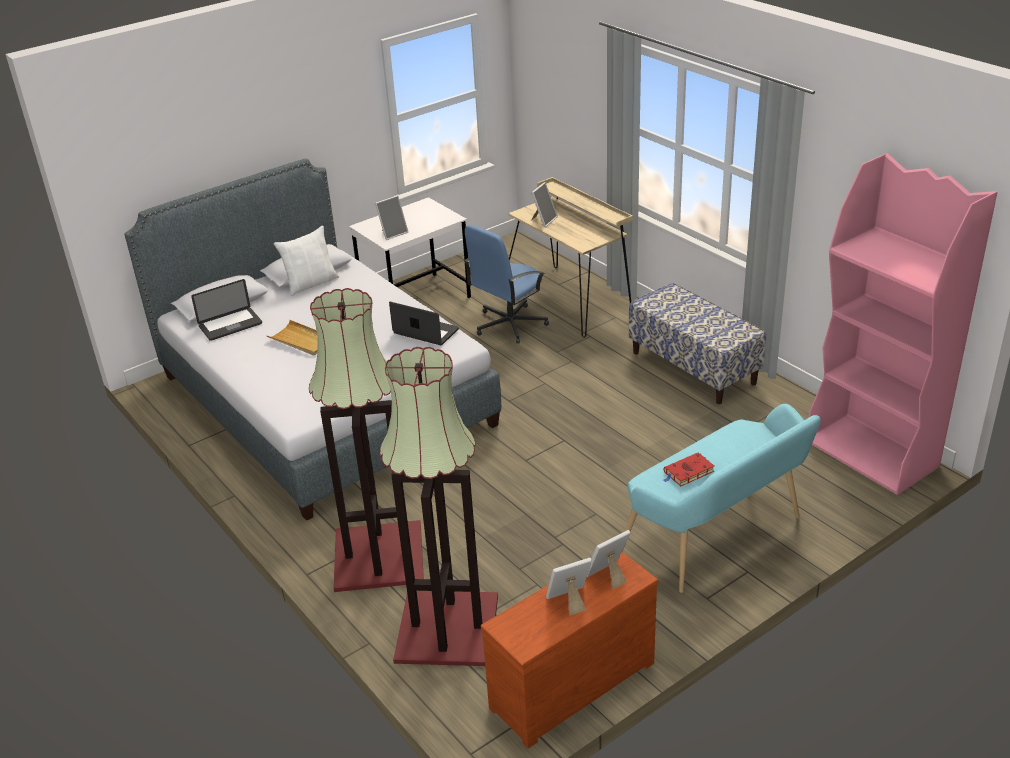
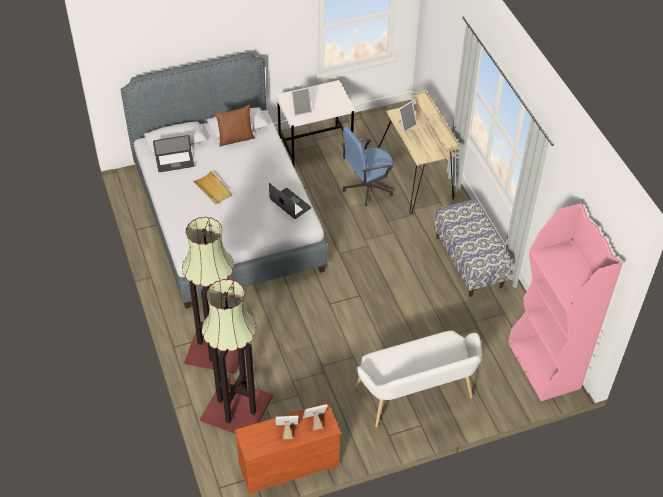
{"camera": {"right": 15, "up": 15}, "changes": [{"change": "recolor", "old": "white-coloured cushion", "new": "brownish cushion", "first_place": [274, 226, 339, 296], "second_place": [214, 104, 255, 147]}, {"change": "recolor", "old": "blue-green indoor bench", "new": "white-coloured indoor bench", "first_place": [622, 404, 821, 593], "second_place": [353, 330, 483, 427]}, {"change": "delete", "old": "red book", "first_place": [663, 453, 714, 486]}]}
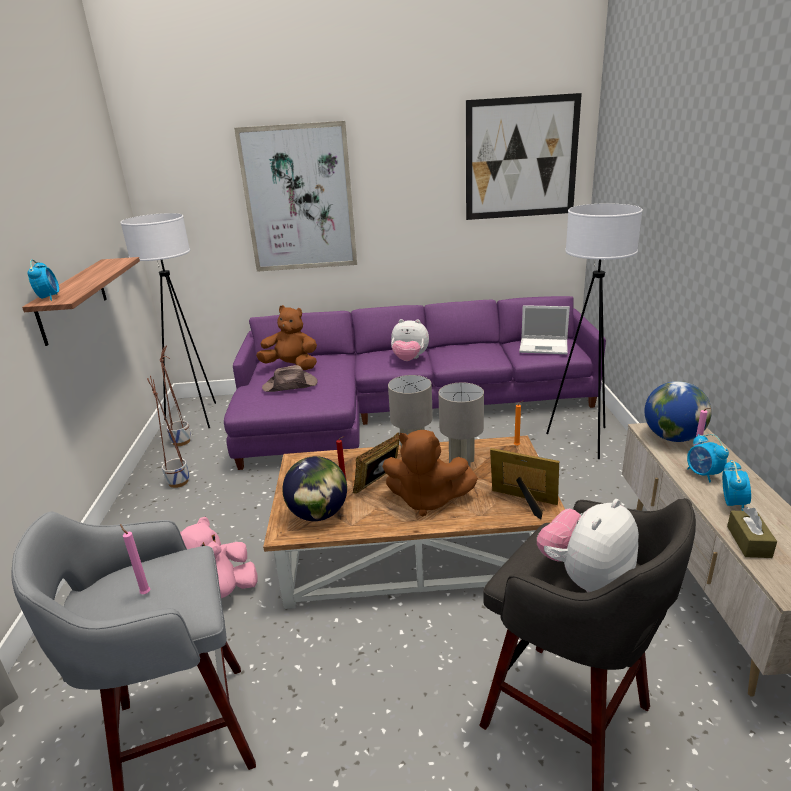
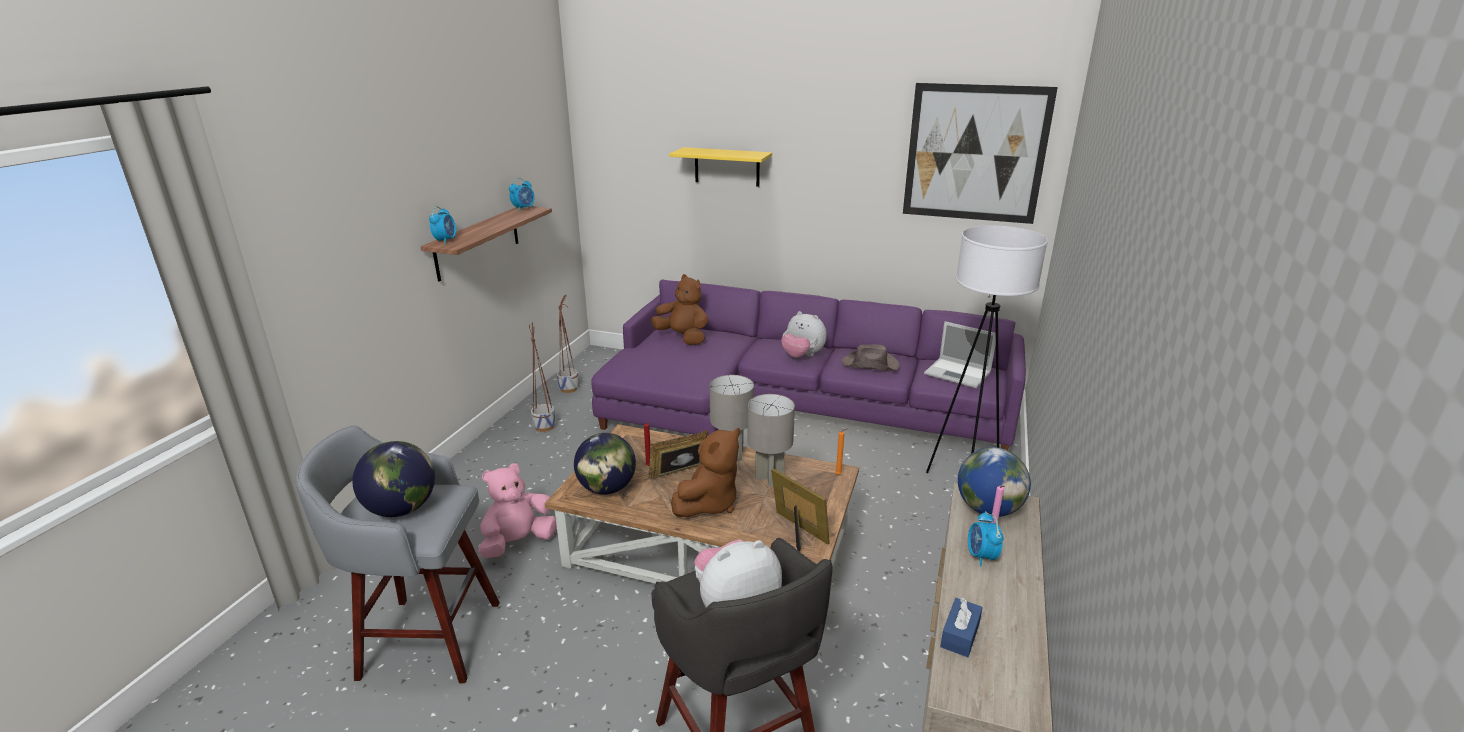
{"camera": {"right": 20, "up": 0}, "changes": [{"change": "replace", "old": "pink-coloured wax light", "new": "world globe", "first_place": [120, 524, 150, 594], "second_place": [352, 441, 435, 517]}, {"change": "move", "old": "alarm clock", "first_place": [722, 460, 751, 511], "second_place": [509, 178, 535, 211]}, {"change": "replace", "old": "picture", "new": "yellow bracket shelf", "first_place": [234, 121, 357, 272], "second_place": [669, 147, 772, 187]}, {"change": "rotate", "old": "brownish cuddly toy", "first_place": [382, 430, 478, 517], "second_place": [671, 428, 740, 517], "degrees": -90}, {"change": "move", "old": "brownish clothing hat", "first_place": [262, 365, 318, 392], "second_place": [841, 345, 900, 371]}, {"change": "recolor", "old": "brownish box of tissues", "new": "blue-coloured box of tissues", "first_place": [727, 507, 777, 558], "second_place": [940, 598, 983, 657]}, {"change": "delete", "old": "white-coloured standard lamp", "first_place": [120, 213, 216, 428]}]}
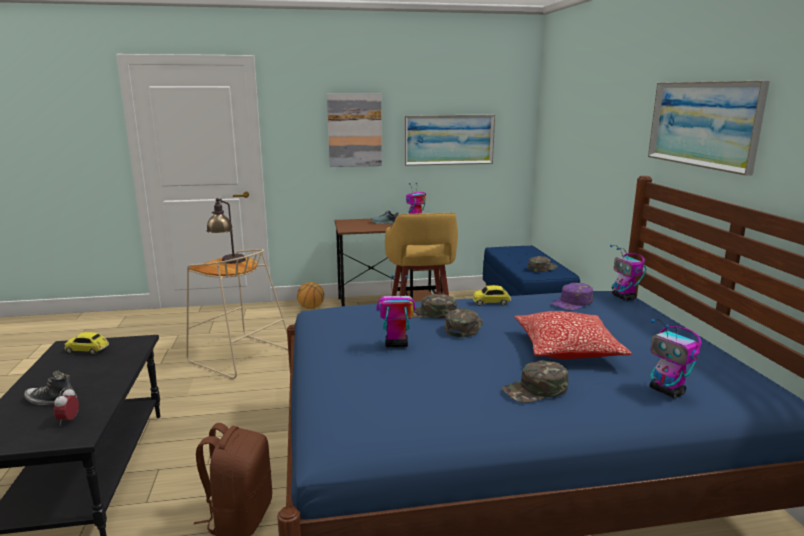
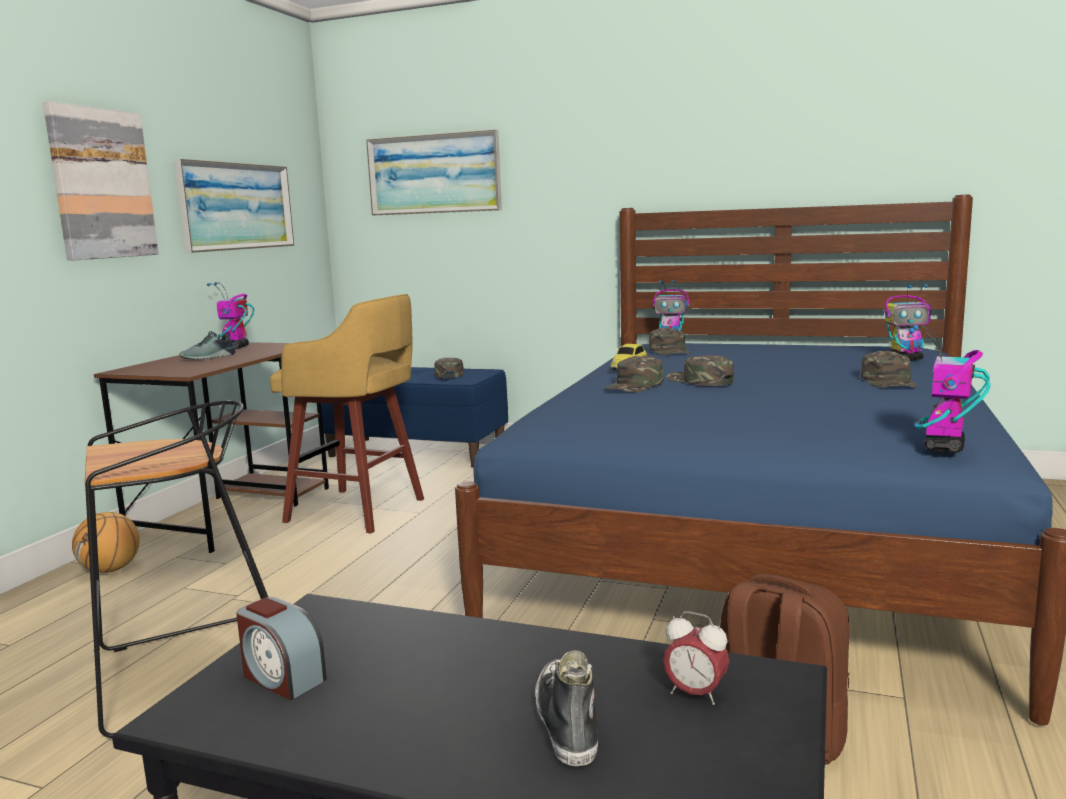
{"camera": {"right": -60, "up": -5}, "changes": [{"change": "recolor", "old": "beige stool", "new": "blackish stool", "first_place": [186, 249, 288, 380], "second_place": [85, 400, 268, 738]}, {"change": "replace", "old": "miniature car", "new": "alarm clock", "first_place": [64, 332, 109, 355], "second_place": [236, 597, 327, 700]}, {"change": "move", "old": "picture", "first_place": [648, 81, 770, 176], "second_place": [366, 130, 502, 215]}, {"change": "rotate", "old": "low shoe", "first_place": [24, 370, 77, 405], "second_place": [535, 650, 598, 766], "degrees": 135}, {"change": "recolor", "old": "purple baseball cap", "new": "greenish baseball cap", "first_place": [550, 283, 593, 310], "second_place": [649, 328, 691, 355]}, {"change": "move", "old": "model robot", "first_place": [376, 275, 416, 347], "second_place": [909, 325, 991, 453]}, {"change": "delete", "old": "lamp for a table", "first_place": [207, 198, 246, 264]}, {"change": "delete", "old": "cushion", "first_place": [515, 311, 632, 359]}]}
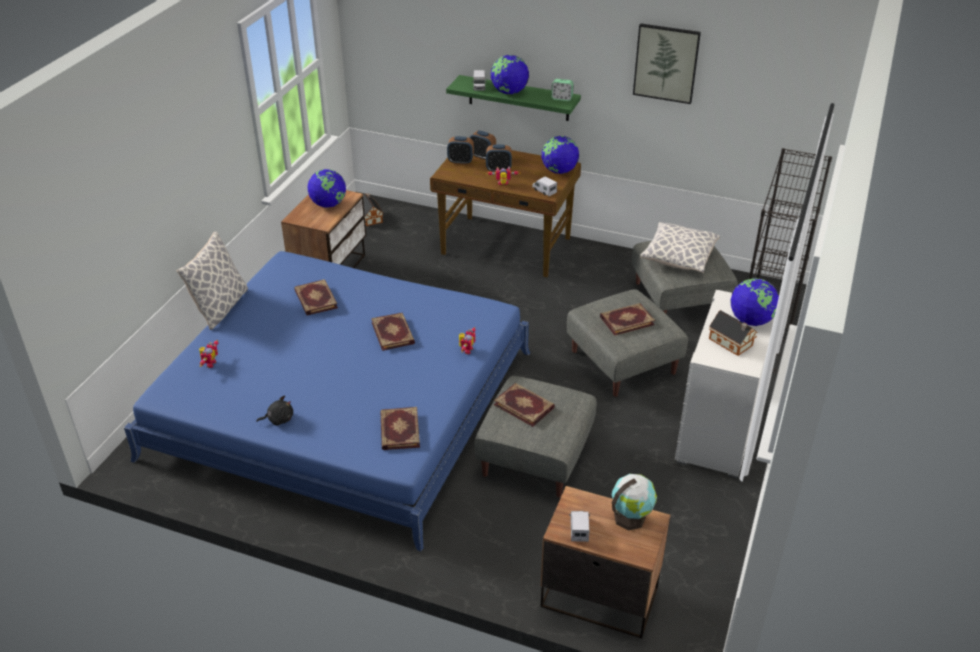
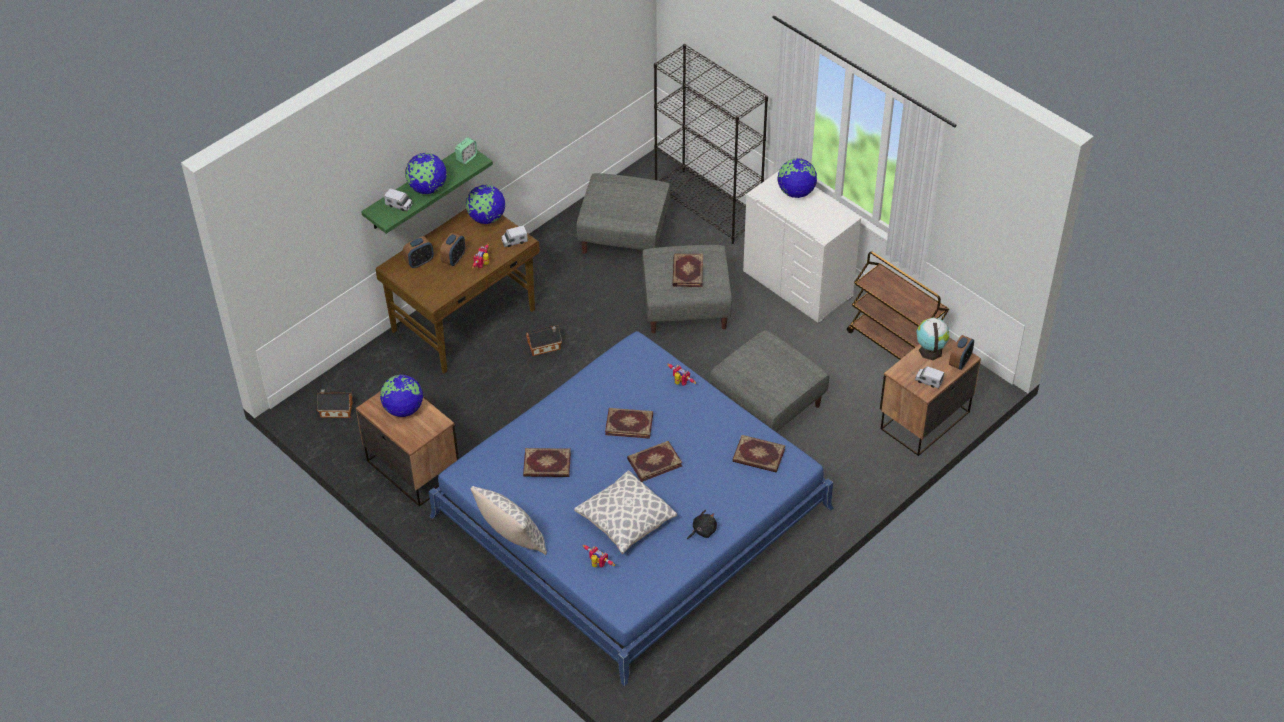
{"camera": {"right": -65, "up": 10}, "changes": [{"change": "move", "old": "toy house", "first_place": [709, 310, 758, 356], "second_place": [526, 325, 562, 356]}, {"change": "move", "old": "cushion", "first_place": [640, 222, 720, 273], "second_place": [574, 470, 677, 554]}, {"change": "move", "old": "book", "first_place": [494, 383, 555, 427], "second_place": [627, 441, 682, 482]}, {"change": "rotate", "old": "blackish cuddly toy", "first_place": [256, 396, 293, 426], "second_place": [687, 510, 717, 539], "degrees": 45}, {"change": "insert", "new": "brownish wheeled cart", "second_place": [847, 251, 949, 360]}, {"change": "move", "old": "alarm clock", "first_place": [447, 136, 474, 164], "second_place": [949, 335, 974, 370]}, {"change": "delete", "old": "picture", "first_place": [633, 23, 701, 104]}]}
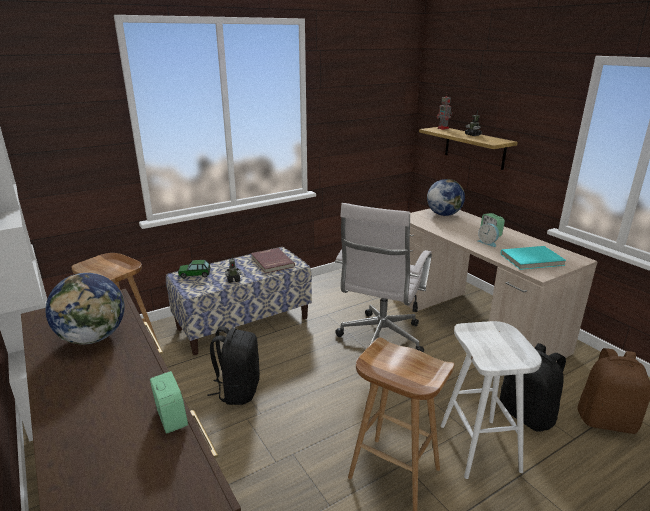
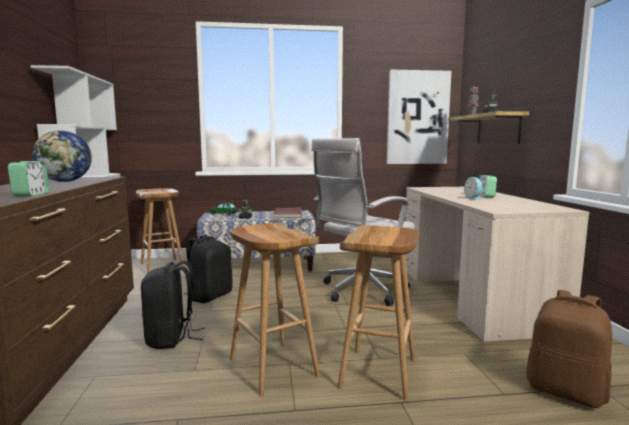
{"camera": {"right": 25, "up": -15}, "changes": [{"change": "move", "old": "blackish backpack", "first_place": [500, 343, 566, 432], "second_place": [141, 260, 205, 349]}, {"change": "recolor", "old": "white-coloured stool", "new": "brownish stool", "first_place": [441, 321, 542, 479], "second_place": [338, 225, 419, 401]}, {"change": "insert", "new": "picture", "second_place": [387, 70, 451, 164]}, {"change": "delete", "old": "world globe", "first_place": [427, 179, 465, 216]}, {"change": "delete", "old": "blue-green book", "first_place": [501, 246, 566, 270]}]}
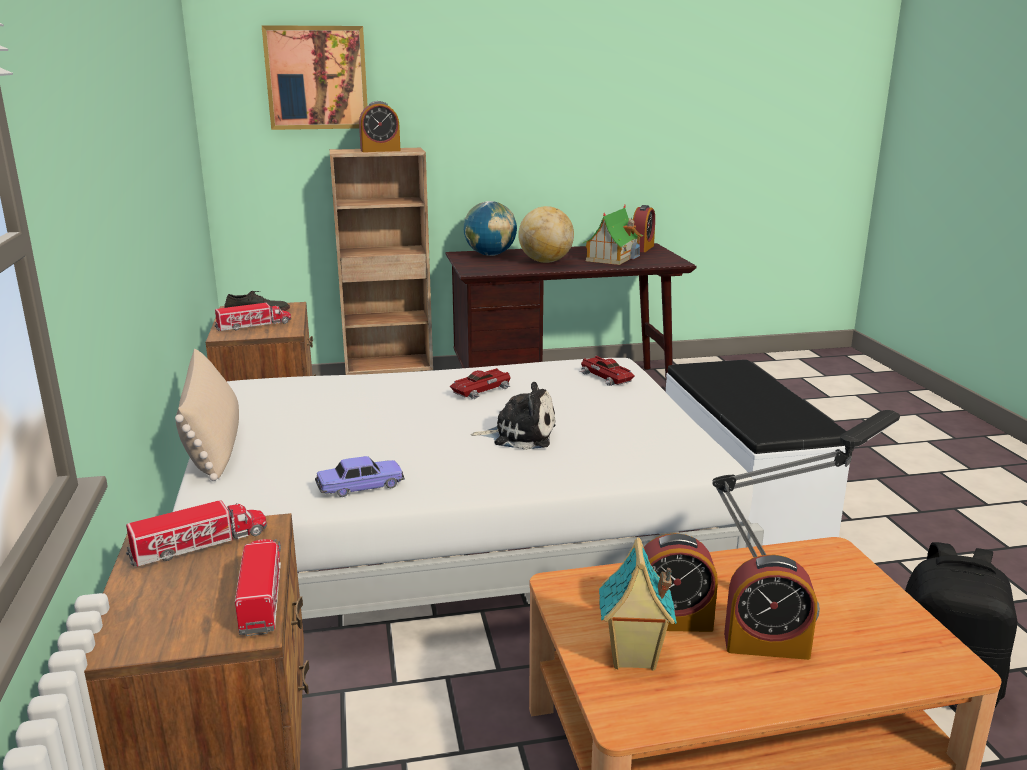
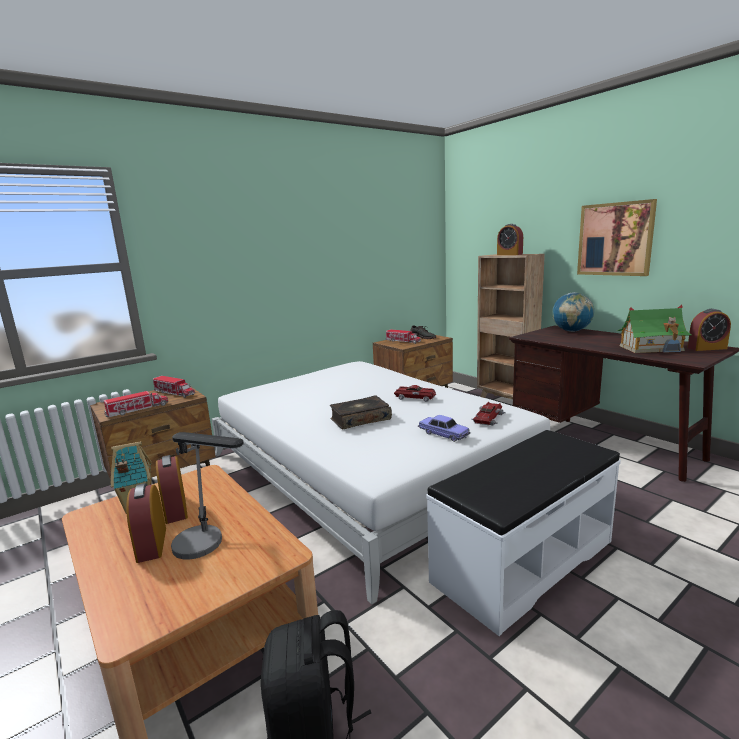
{"camera": {"right": 65, "up": -5}, "changes": [{"change": "replace", "old": "cuddly toy", "new": "book", "first_place": [471, 382, 556, 450], "second_place": [330, 395, 392, 430]}, {"change": "move", "old": "miniature car", "first_place": [315, 456, 405, 497], "second_place": [418, 415, 471, 442]}, {"change": "move", "old": "picture", "first_place": [262, 25, 368, 130], "second_place": [577, 199, 657, 276]}, {"change": "delete", "old": "beige cushion", "first_place": [175, 349, 239, 481]}, {"change": "delete", "old": "world globe", "first_place": [518, 206, 574, 263]}]}
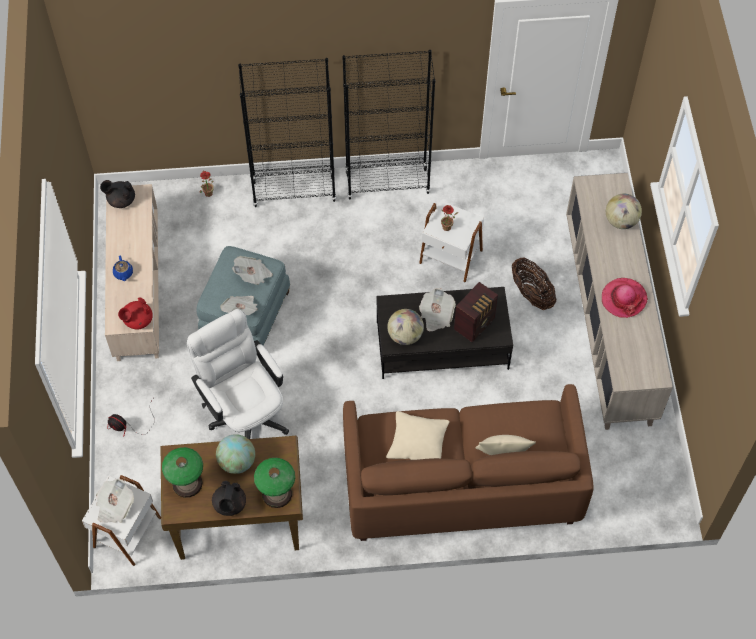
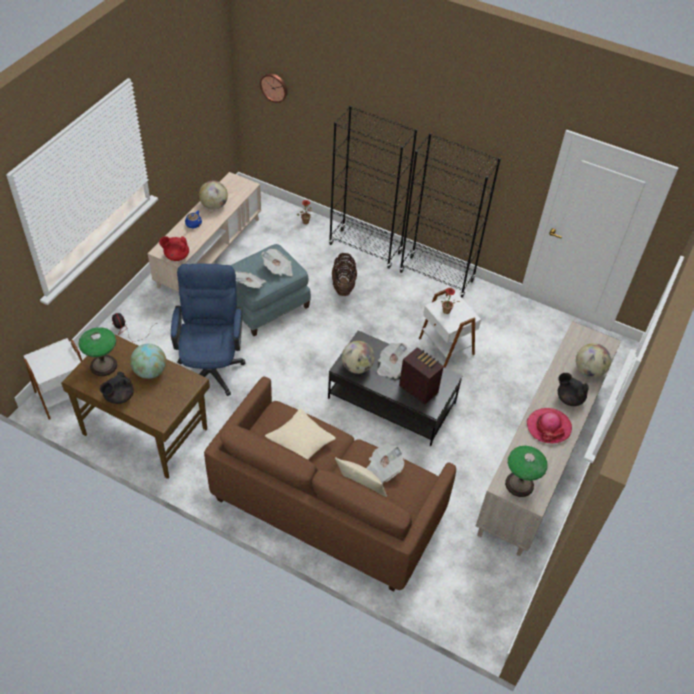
{"camera": {"right": 30, "up": -10}, "changes": [{"change": "recolor", "old": "white-coloured desk chair", "new": "blue-coloured desk chair", "first_place": [187, 309, 289, 439], "second_place": [171, 264, 246, 396]}, {"change": "insert", "new": "world globe", "second_place": [199, 181, 228, 210]}, {"change": "insert", "new": "wall clock", "second_place": [260, 73, 288, 103]}, {"change": "move", "old": "household basket", "first_place": [512, 258, 557, 310], "second_place": [332, 253, 357, 296]}, {"change": "move", "old": "daily paper", "first_place": [96, 479, 134, 523], "second_place": [366, 443, 404, 484]}, {"change": "rotate", "old": "radio set", "first_place": [454, 282, 498, 342], "second_place": [399, 347, 444, 405], "degrees": -120}, {"change": "move", "old": "lamp for a table", "first_place": [254, 458, 295, 508], "second_place": [505, 446, 547, 497]}, {"change": "move", "old": "blackish pot for tea", "first_place": [100, 180, 135, 208], "second_place": [558, 373, 589, 406]}]}
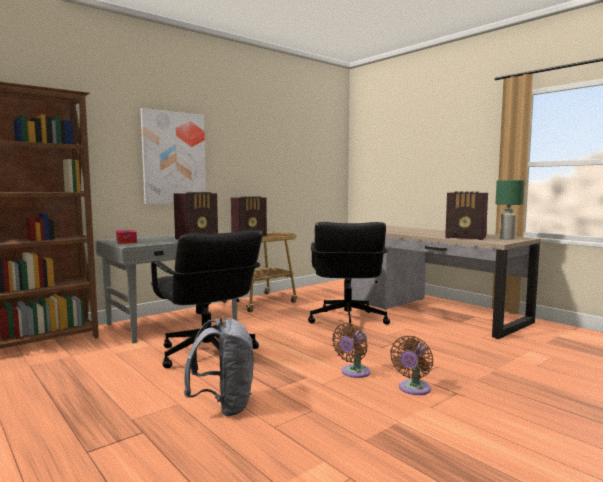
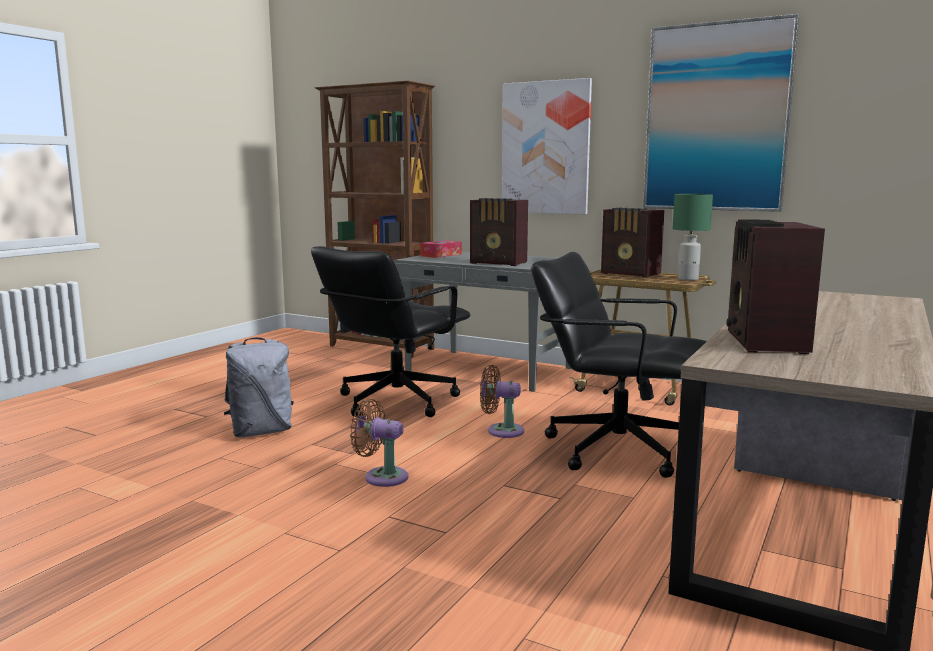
{"camera": {"right": 70, "up": 5}, "changes": [{"change": "move", "old": "brownish fan", "first_place": [390, 336, 433, 395], "second_place": [480, 365, 524, 438]}, {"change": "rotate", "old": "blackish desk chair", "first_place": [308, 222, 390, 326], "second_place": [531, 252, 707, 478], "degrees": 45}, {"change": "insert", "new": "picture", "second_place": [643, 14, 799, 212]}, {"change": "move", "old": "greenish lamp for a table", "first_place": [496, 180, 524, 240], "second_place": [673, 194, 713, 281]}]}
